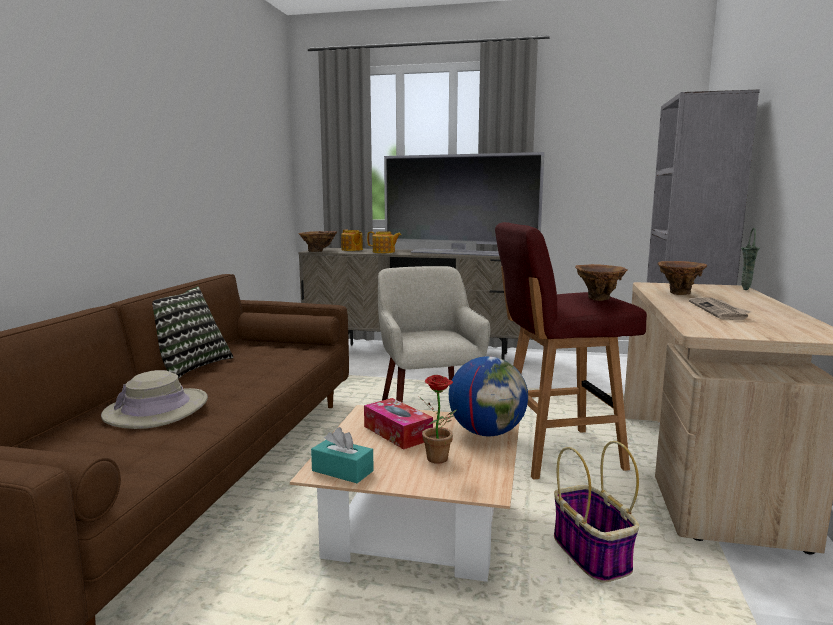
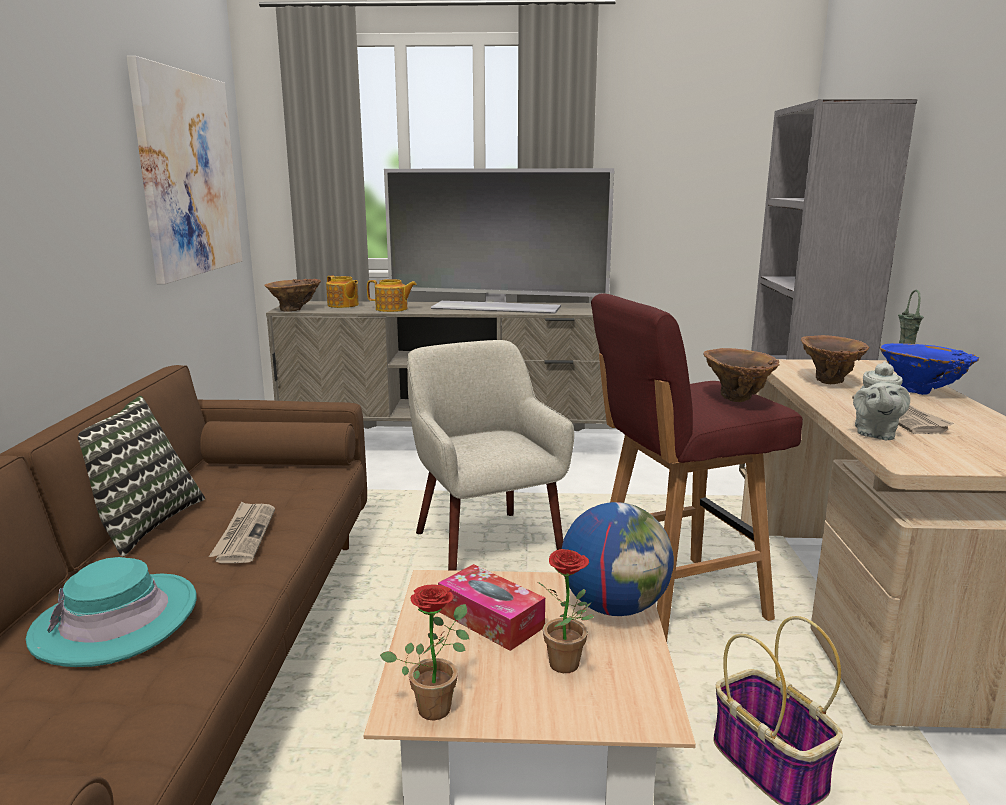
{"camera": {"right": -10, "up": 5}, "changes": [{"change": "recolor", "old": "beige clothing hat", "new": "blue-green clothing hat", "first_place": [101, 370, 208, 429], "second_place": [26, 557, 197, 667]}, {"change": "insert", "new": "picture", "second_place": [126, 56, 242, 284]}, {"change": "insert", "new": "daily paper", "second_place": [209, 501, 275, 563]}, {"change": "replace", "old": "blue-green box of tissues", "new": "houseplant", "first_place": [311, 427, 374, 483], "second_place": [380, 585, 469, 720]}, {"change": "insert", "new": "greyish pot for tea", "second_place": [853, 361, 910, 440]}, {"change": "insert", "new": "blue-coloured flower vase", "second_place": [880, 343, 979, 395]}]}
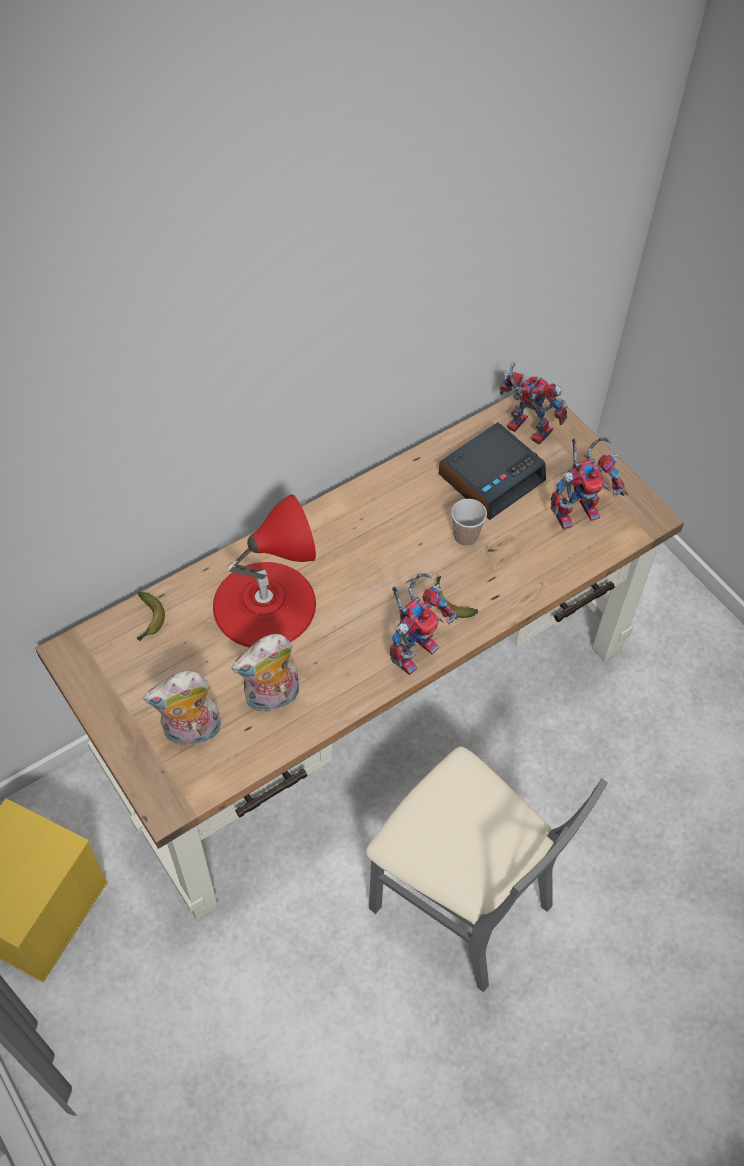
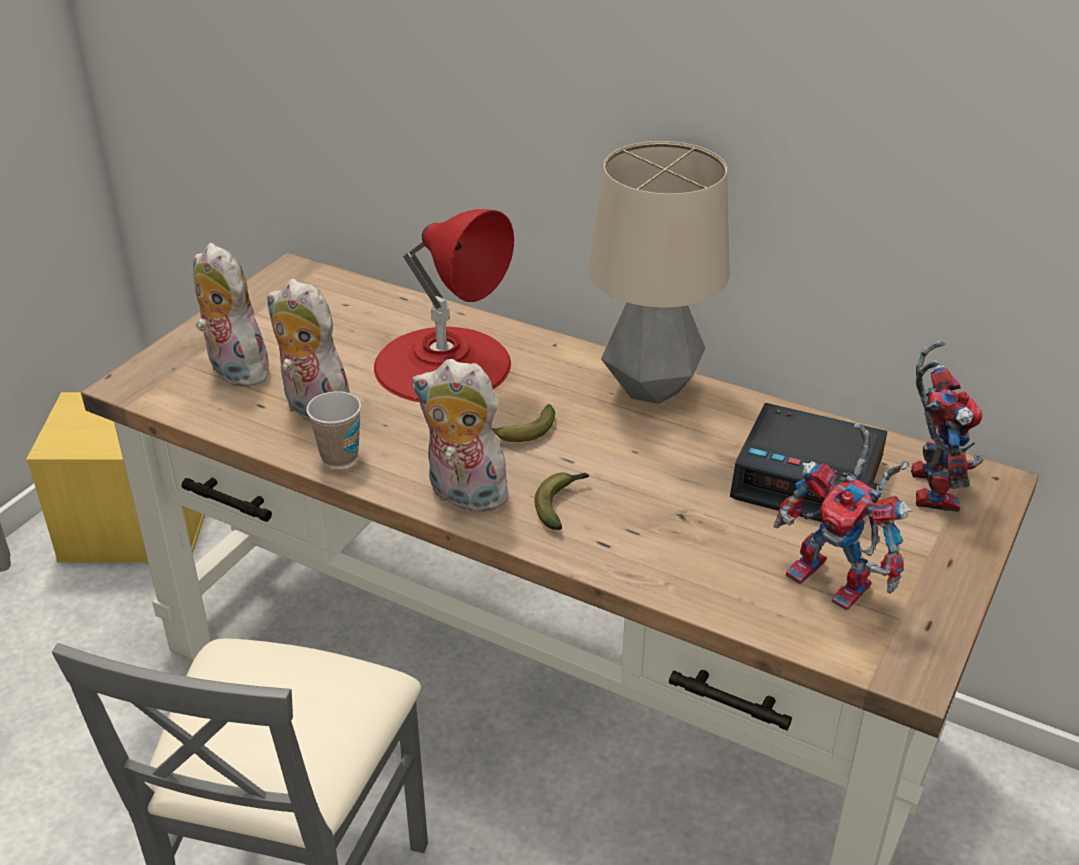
{"camera": {"right": 65, "up": -20}, "changes": [{"change": "move", "old": "small cup", "first_place": [451, 499, 487, 546], "second_place": [306, 391, 361, 467]}, {"change": "replace", "old": "model robot", "new": "cuddly toy", "first_place": [390, 573, 457, 675], "second_place": [412, 359, 512, 515]}, {"change": "move", "old": "whole banana", "first_place": [137, 592, 165, 641], "second_place": [492, 404, 555, 442]}, {"change": "insert", "new": "lamp for a table", "second_place": [588, 141, 730, 404]}]}
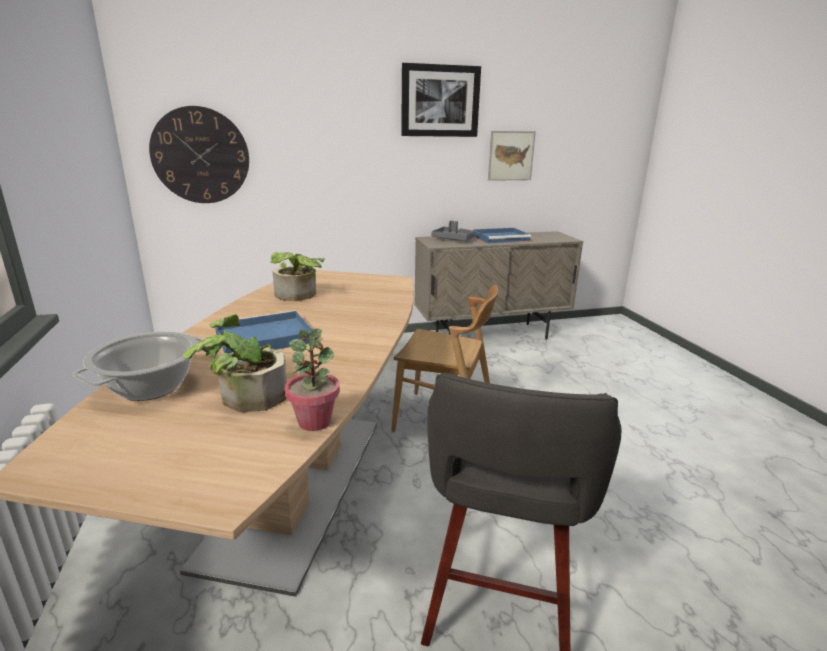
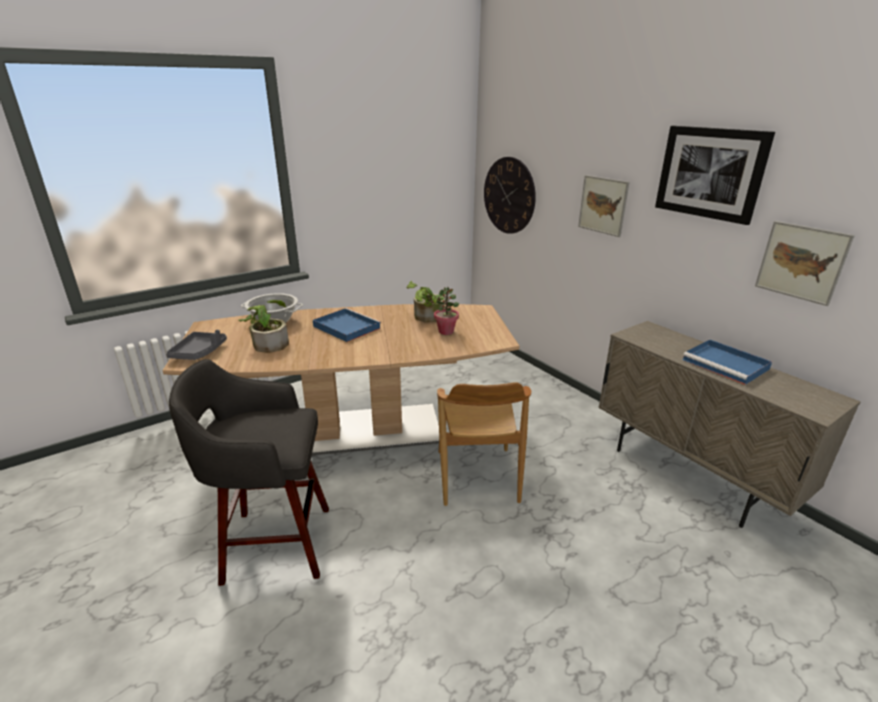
{"camera": {"right": 70, "up": 5}, "changes": [{"change": "move", "old": "greyish serving tray", "first_place": [431, 221, 475, 241], "second_place": [166, 330, 227, 360]}, {"change": "move", "old": "houseplant", "first_place": [285, 328, 340, 431], "second_place": [434, 287, 459, 335]}, {"change": "insert", "new": "picture", "second_place": [578, 175, 630, 237]}]}
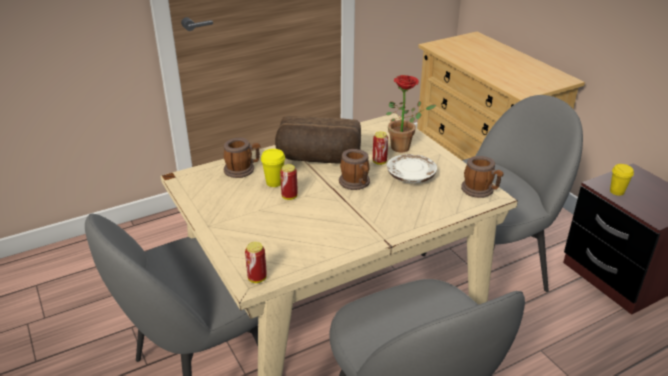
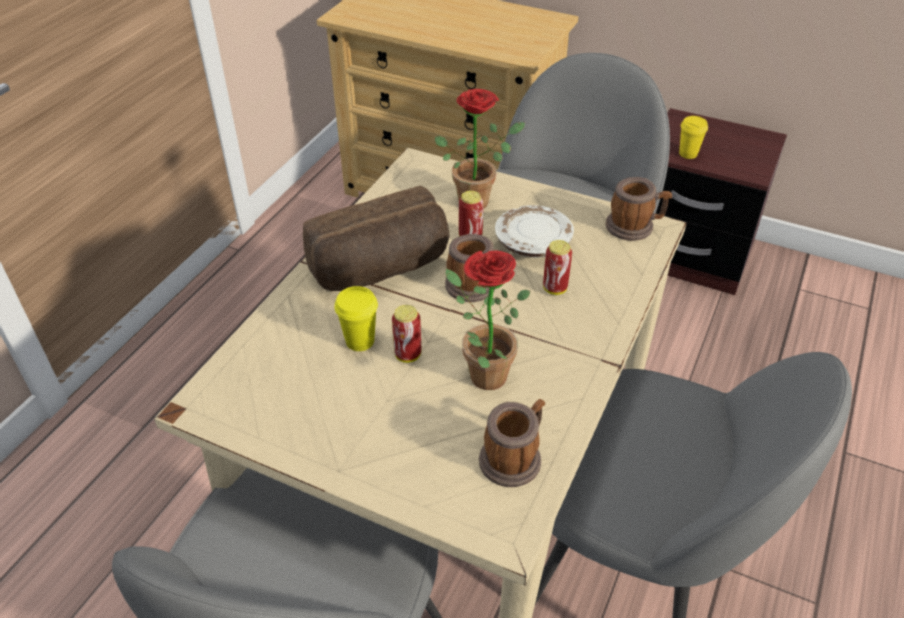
{"camera": {"right": -35, "up": 10}, "changes": [{"change": "insert", "new": "houseplant", "second_place": [446, 250, 530, 390]}, {"change": "move", "old": "coffee mug", "first_place": [224, 138, 261, 178], "second_place": [479, 399, 545, 487]}, {"change": "move", "old": "metal can", "first_place": [245, 242, 267, 283], "second_place": [543, 240, 572, 295]}]}
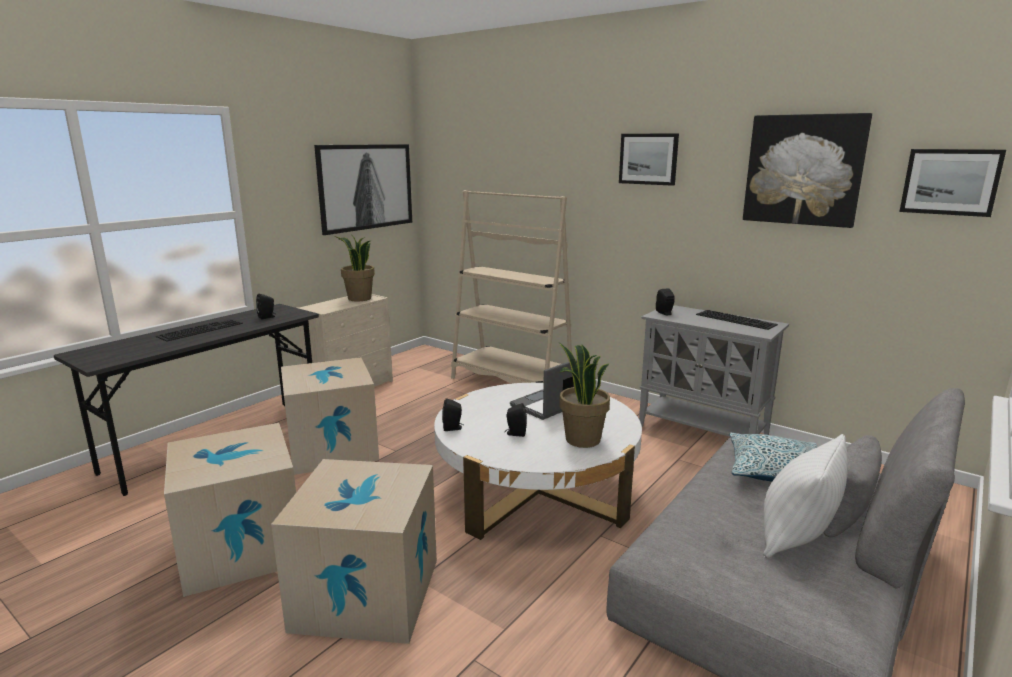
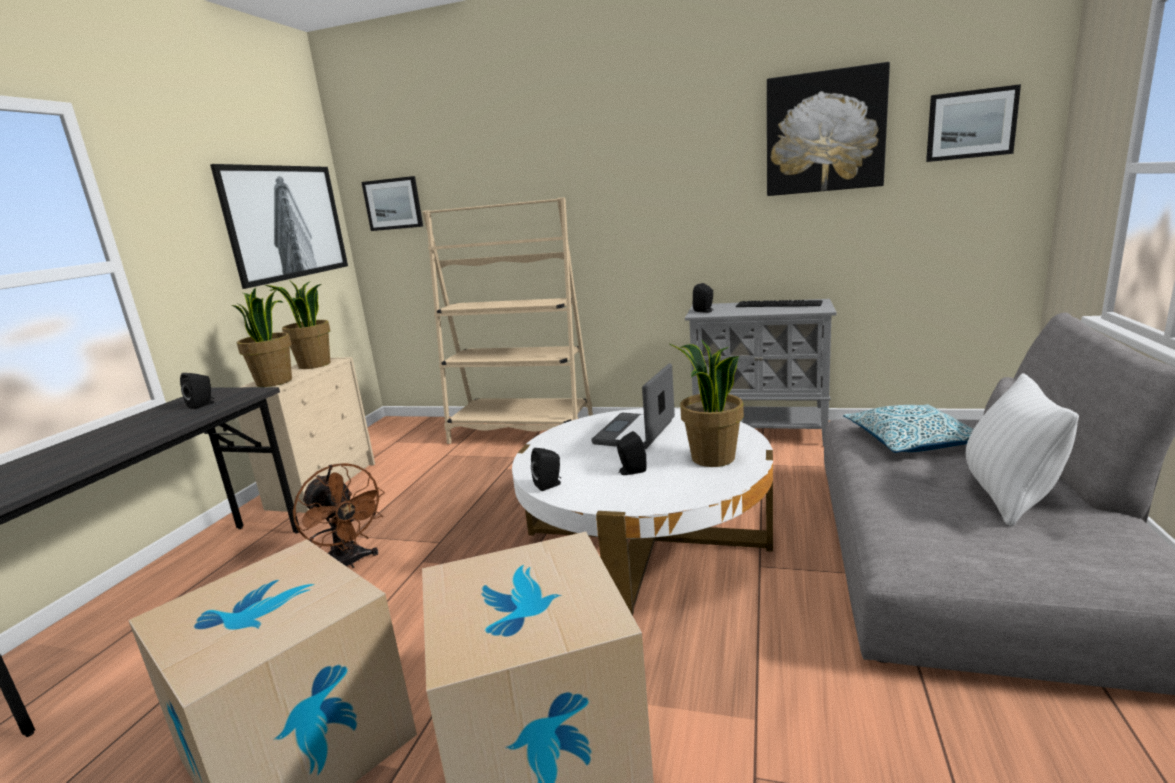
{"camera": {"right": -20, "up": 0}, "changes": [{"change": "insert", "new": "houseplant", "second_place": [231, 288, 292, 387]}, {"change": "replace", "old": "cardboard box", "new": "brownish fan", "first_place": [281, 357, 379, 475], "second_place": [293, 463, 385, 568]}, {"change": "move", "old": "picture", "first_place": [619, 133, 679, 186], "second_place": [361, 176, 423, 231]}, {"change": "delete", "old": "PC keyboard", "first_place": [156, 319, 243, 342]}]}
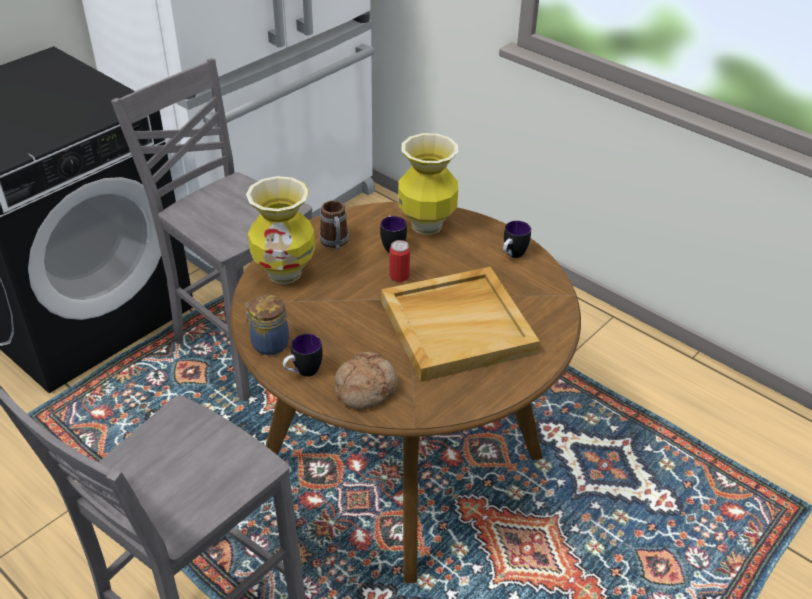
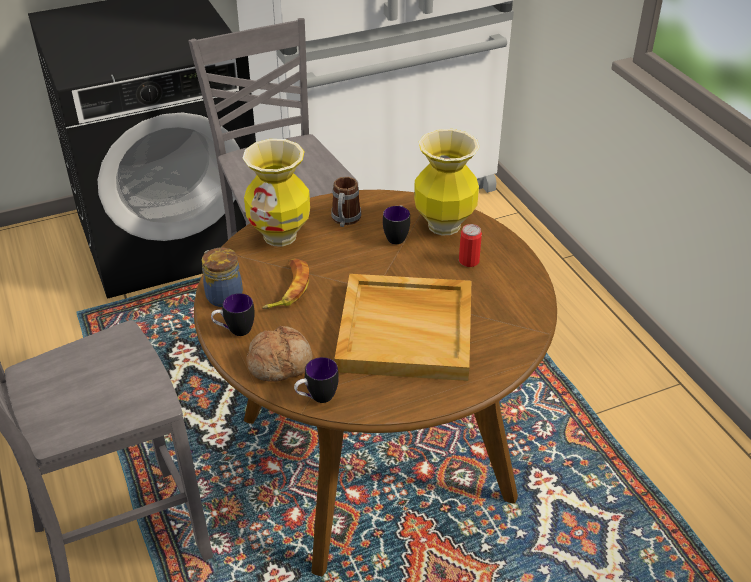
{"camera": {"right": 25, "up": 0}, "changes": [{"change": "insert", "new": "whole banana", "second_place": [262, 258, 309, 309]}, {"change": "move", "old": "coffee mug", "first_place": [503, 221, 531, 258], "second_place": [294, 357, 339, 403]}, {"change": "move", "old": "metal can", "first_place": [389, 240, 410, 282], "second_place": [459, 224, 482, 267]}]}
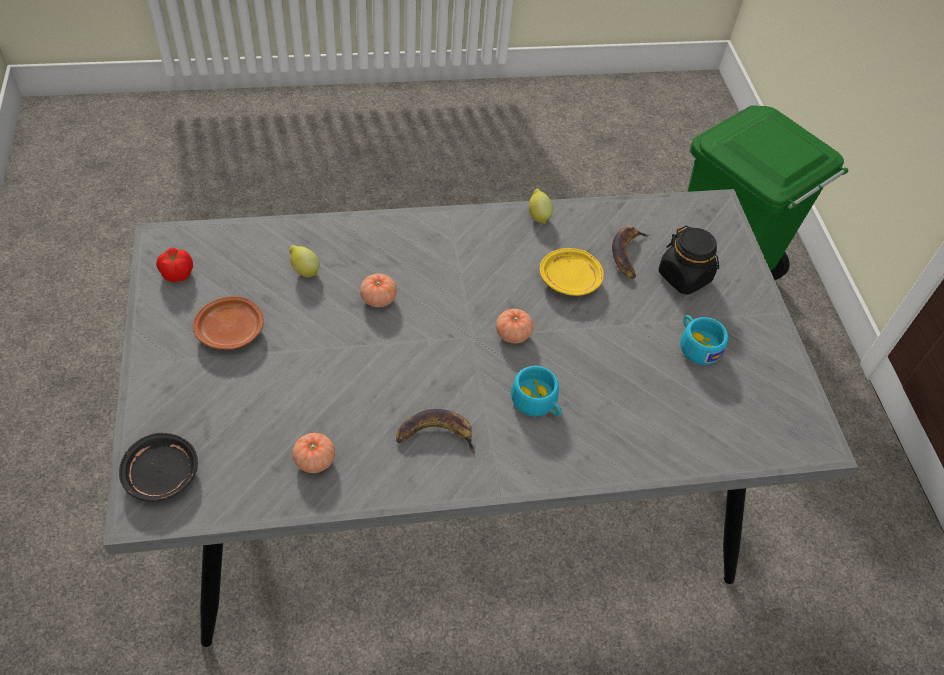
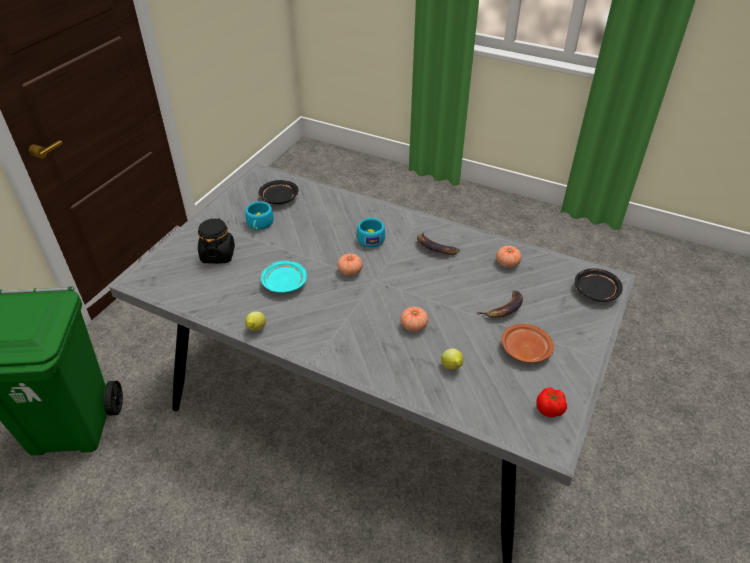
{"camera": {"right": -140, "up": -10}, "changes": [{"change": "insert", "new": "blackish dinner plate", "second_place": [258, 180, 298, 204]}, {"change": "recolor", "old": "yellow dinner plate", "new": "blue-green dinner plate", "first_place": [540, 248, 604, 296], "second_place": [261, 261, 307, 293]}, {"change": "move", "old": "whole banana", "first_place": [612, 226, 650, 279], "second_place": [476, 290, 523, 318]}]}
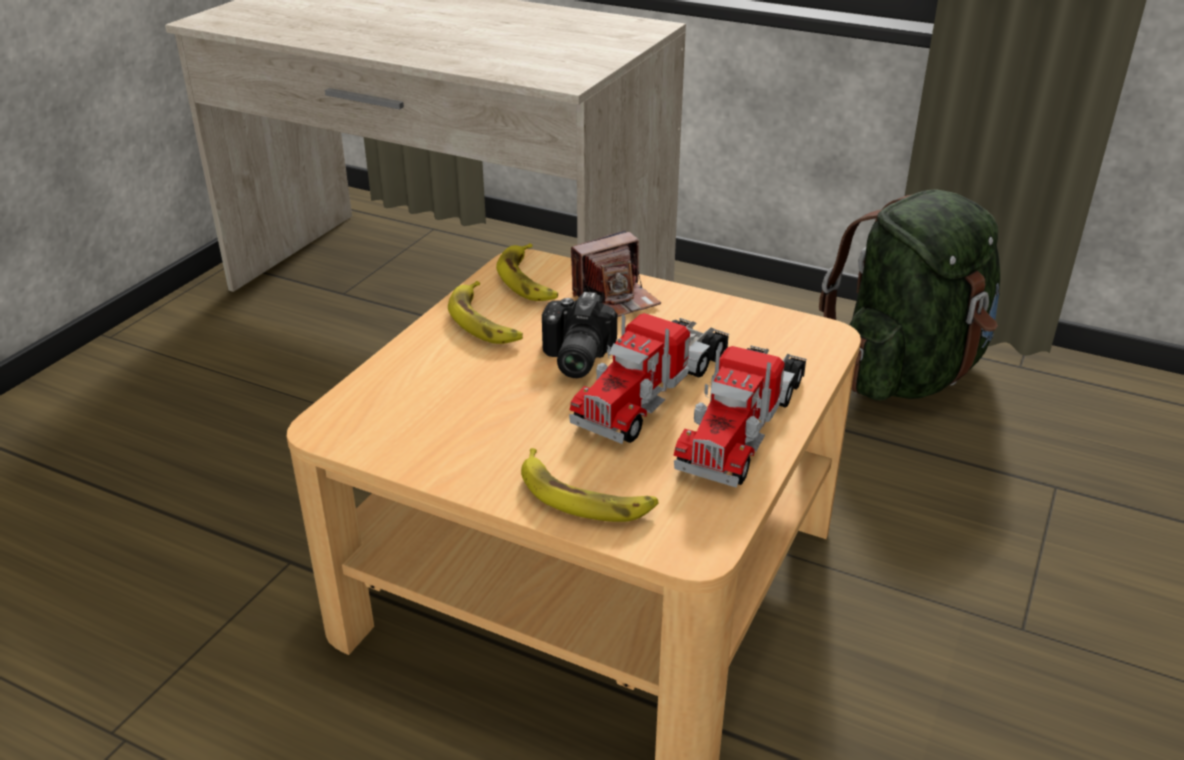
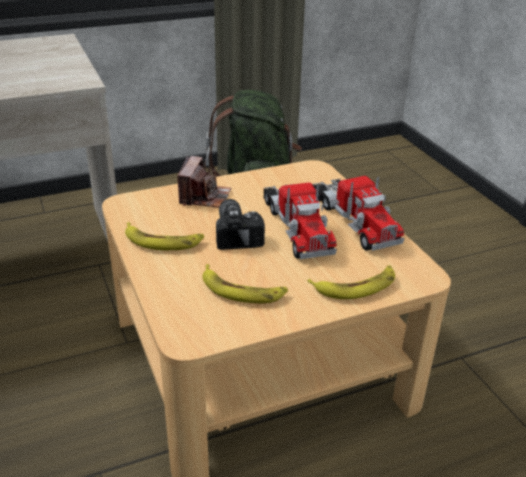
{"camera": {"right": -50, "up": 0}, "changes": [{"change": "move", "old": "whole banana", "first_place": [496, 243, 558, 301], "second_place": [203, 264, 288, 303]}, {"change": "rotate", "old": "photo camera", "first_place": [542, 292, 617, 378], "second_place": [216, 199, 265, 250], "degrees": -150}]}
